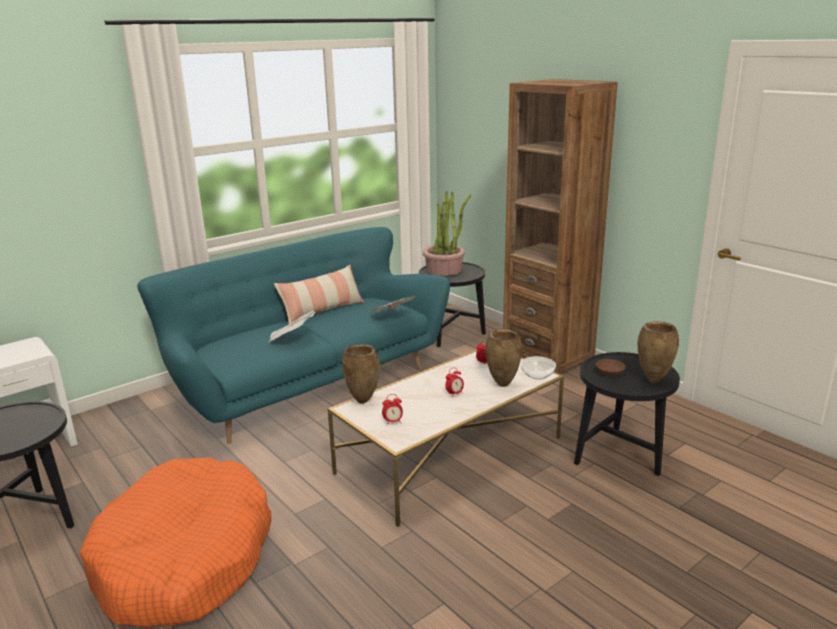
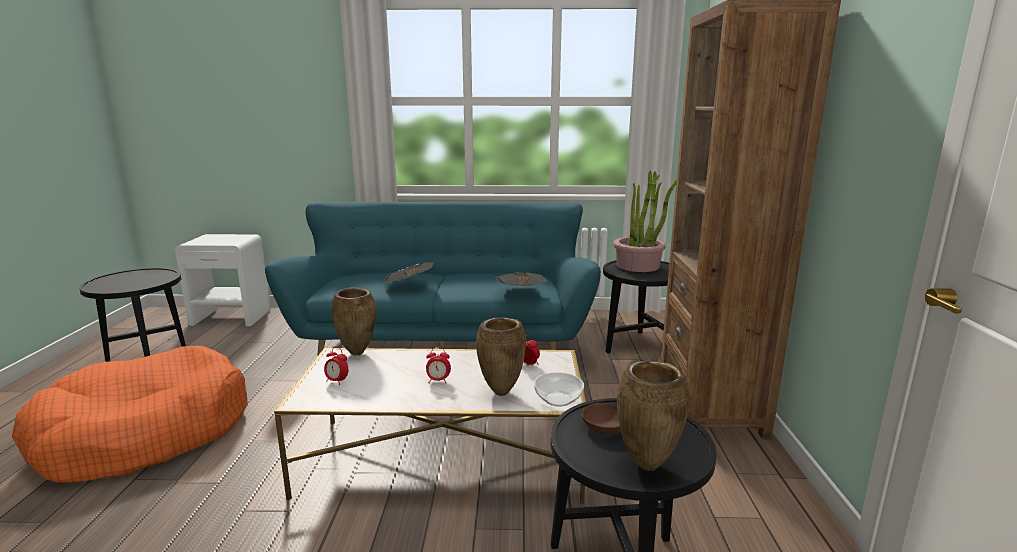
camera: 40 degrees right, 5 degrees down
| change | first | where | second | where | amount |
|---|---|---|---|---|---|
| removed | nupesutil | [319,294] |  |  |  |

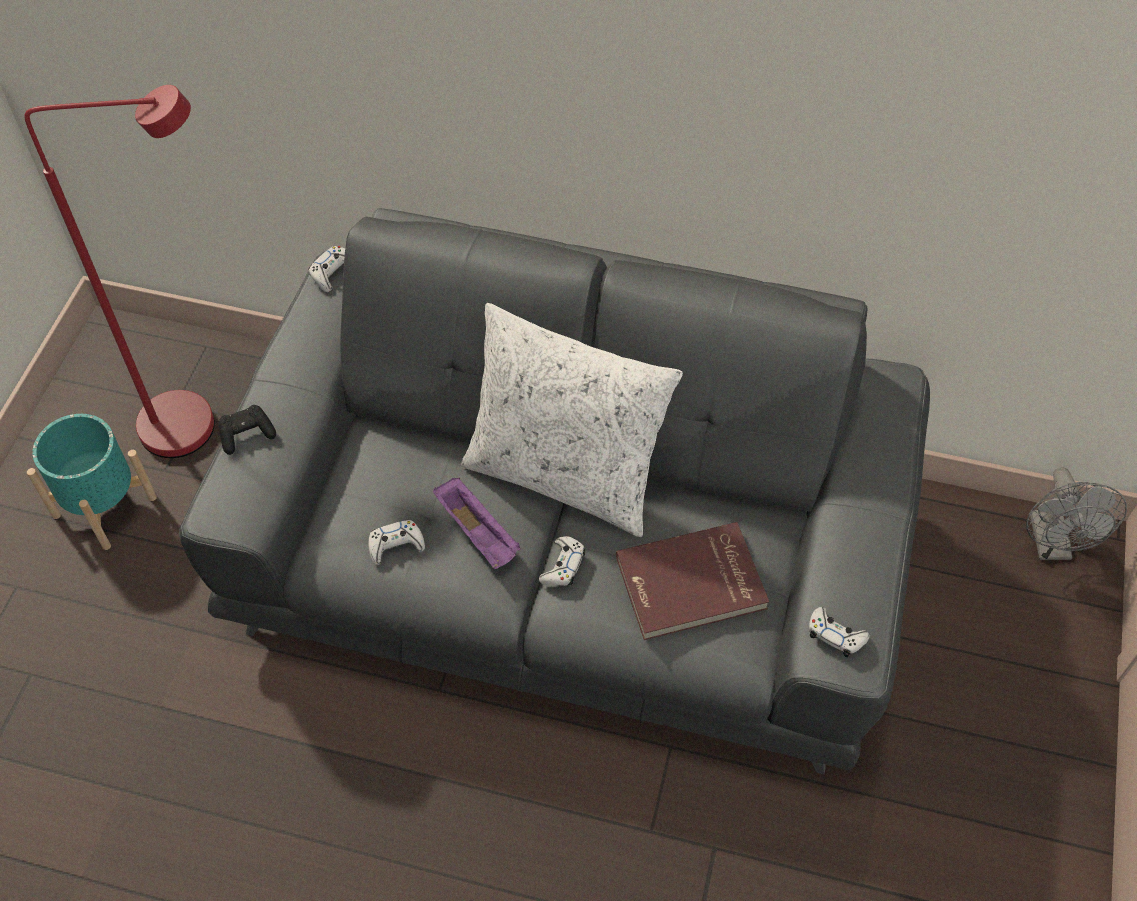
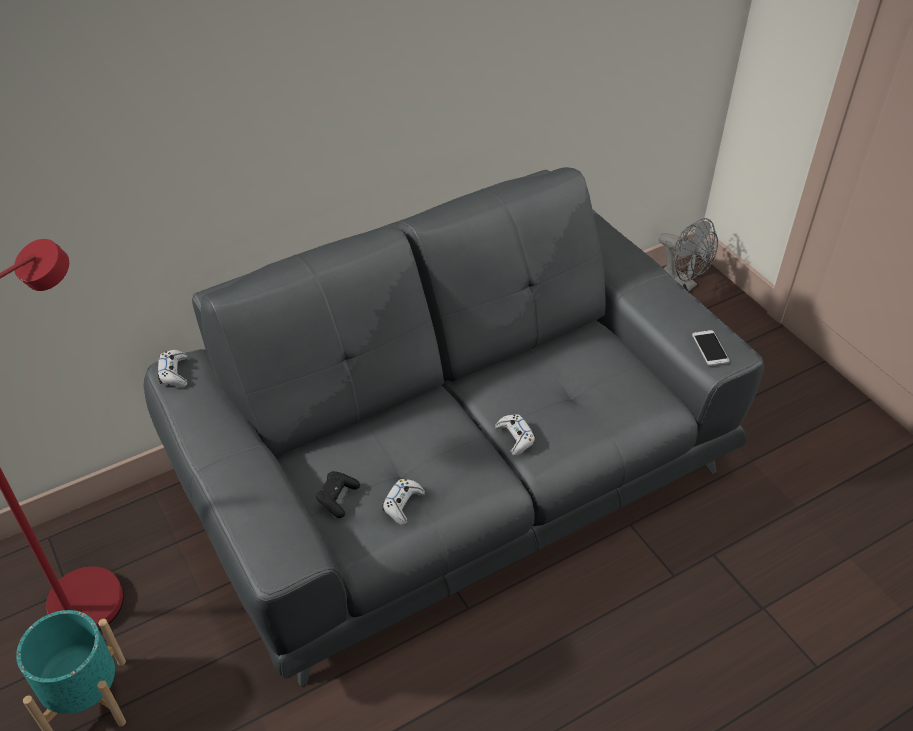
camera: 45 degrees left, 10 degrees down
| change | first | where | second | where | amount |
|---|---|---|---|---|---|
| removed | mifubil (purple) | [476,523] |  |  |  |
| removed | nupesutil (white) | [572,420] |  |  |  |
| removed | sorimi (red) | [692,581] |  |  |  |
| moved | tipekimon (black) | [247,430] |  | [338,494] |  |
| replaced | tipekimon (white) | [839,632] | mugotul | [711,348] |  |

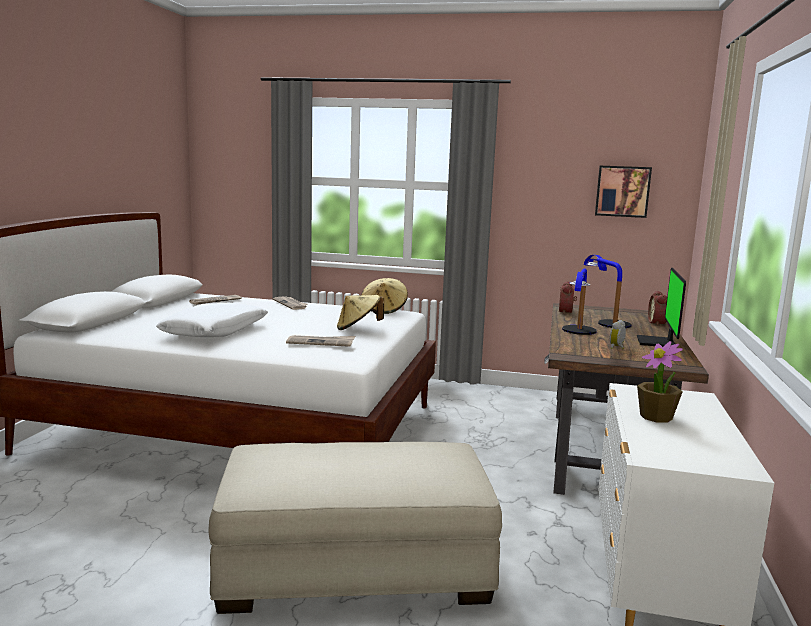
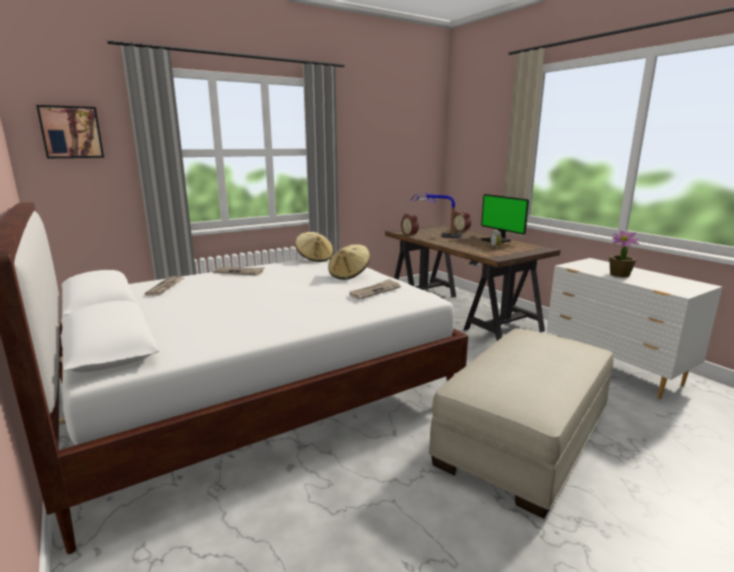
camera: 45 degrees left, 5 degrees up
| change | first | where | second | where | amount |
|---|---|---|---|---|---|
| removed | nupesutil (white) | [212,320] |  |  |  |
| removed | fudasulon | [579,301] |  |  |  |
| moved | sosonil | [623,192] |  | [70,131] |  |

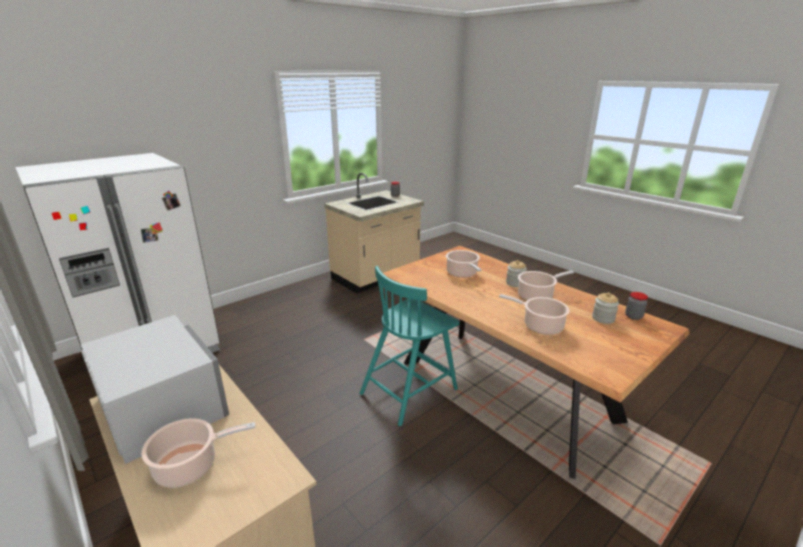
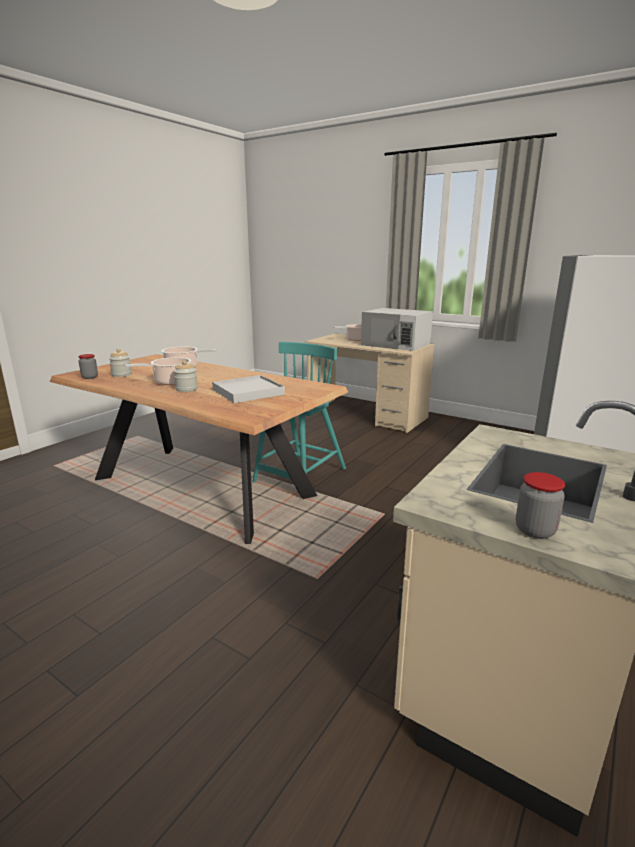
camera: 165 degrees right, 5 degrees down
| change | first | where | second | where | amount |
|---|---|---|---|---|---|
| replaced | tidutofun | [464,264] | mifubil (white) | [248,389] |  |

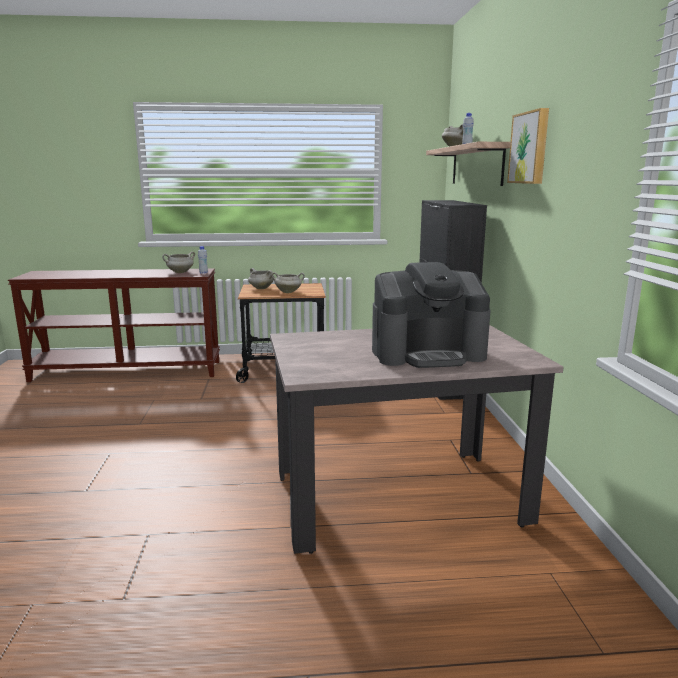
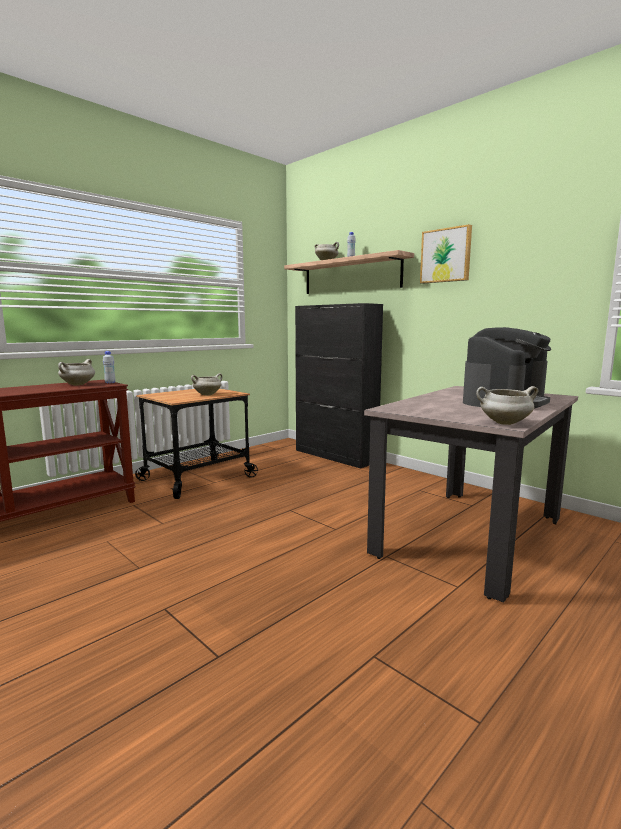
camera: 40 degrees left, 5 degrees down
| change | first | where | second | where | amount |
|---|---|---|---|---|---|
| moved | tidutofun (white) | [261,278] |  | [507,405] |  |

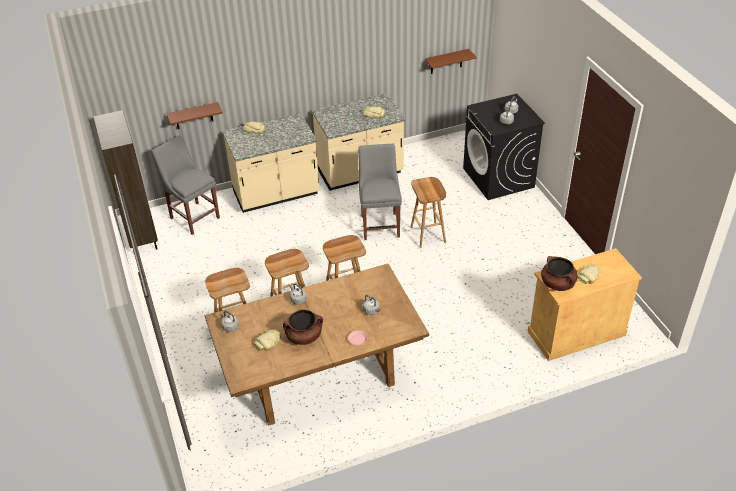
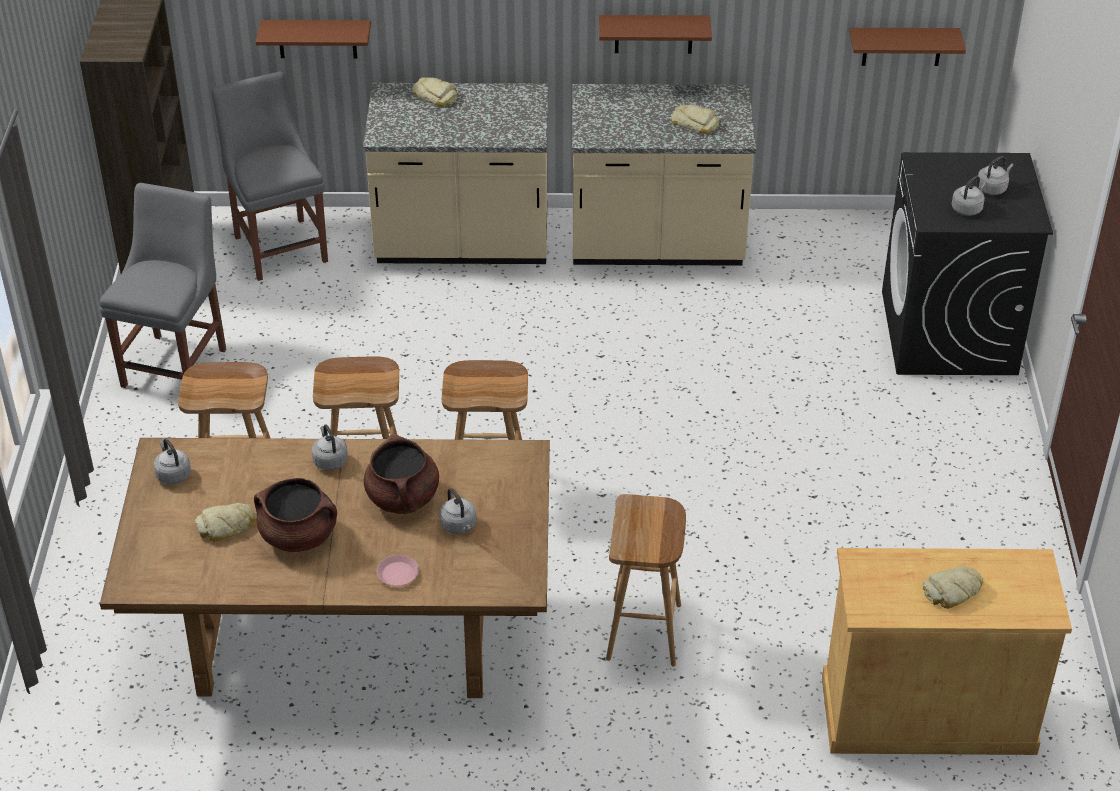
camera: 20 degrees right, 0 degrees up
| change | first | where | second | where | amount |
|---|---|---|---|---|---|
| added |  |  | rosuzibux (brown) | [655,34] |  |
| moved | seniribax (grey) | [380,192] |  | [162,285] |  |
| moved | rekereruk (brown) | [428,212] |  | [646,580] |  |
| moved | tidutofun (brown) | [559,273] |  | [401,474] |  |

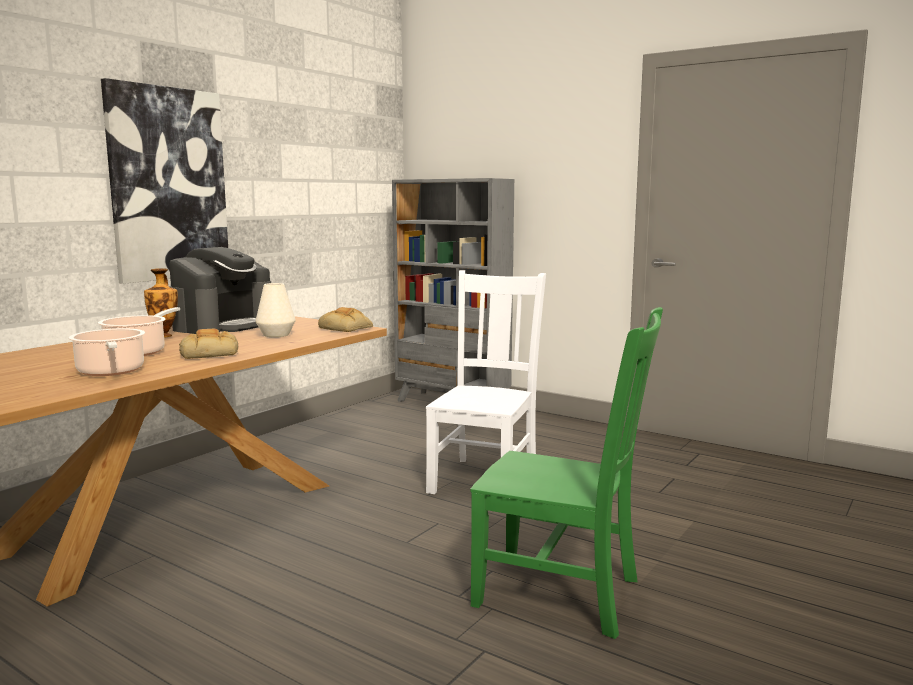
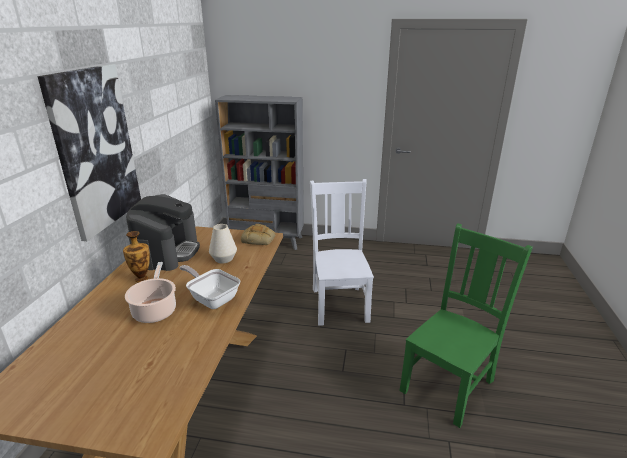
camera: 25 degrees left, 15 degrees up
| change | first | where | second | where | amount |
|---|---|---|---|---|---|
| removed | tidutofun | [107,352] |  |  |  |
| replaced | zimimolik | [209,344] | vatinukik | [210,287] |  |
| turned | seniribax (green) | [566,473] |  | [466,325] | 45 degrees counterclockwise |

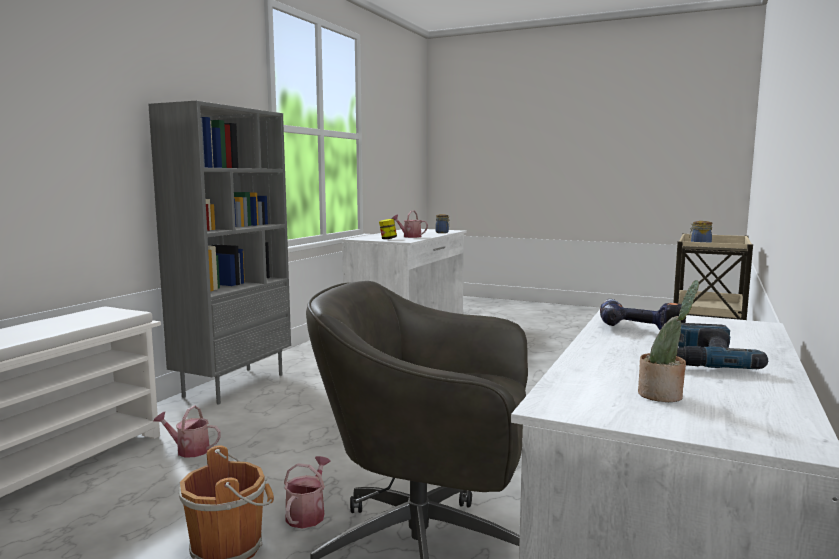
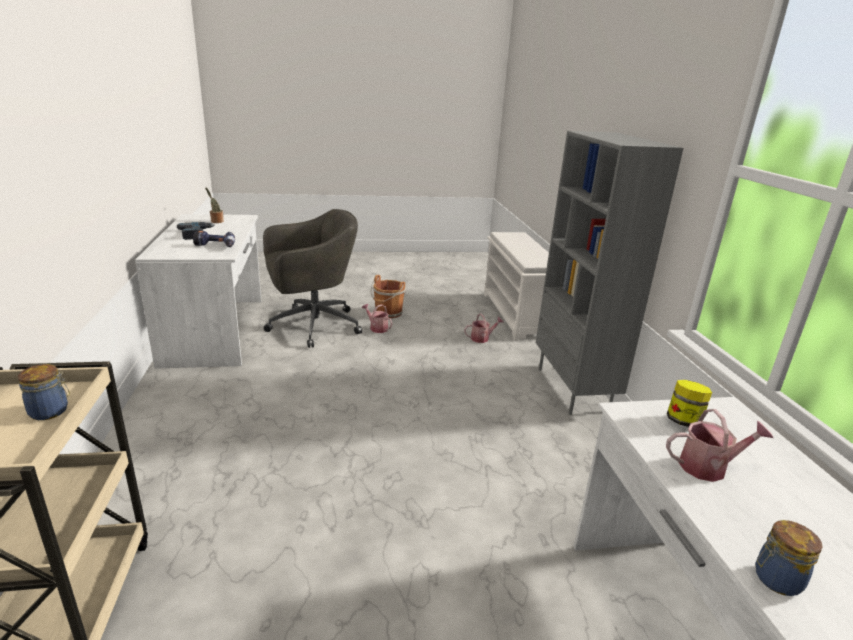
camera: 145 degrees right, 15 degrees up
| change | first | where | second | where | amount |
|---|---|---|---|---|---|
| turned | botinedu | [307,492] |  | [376,318] | 150 degrees clockwise |

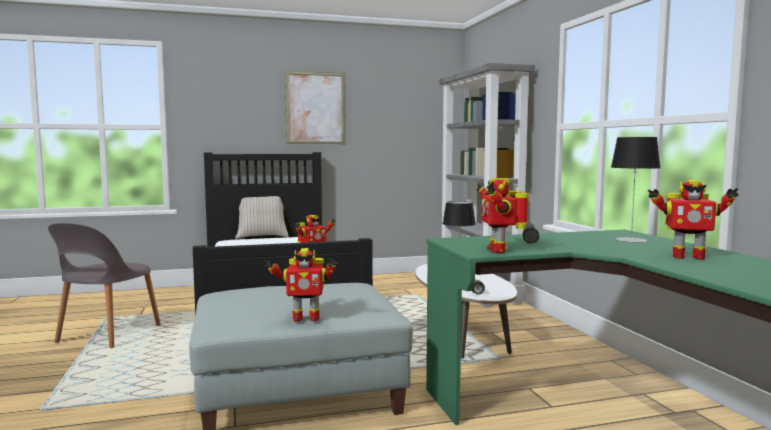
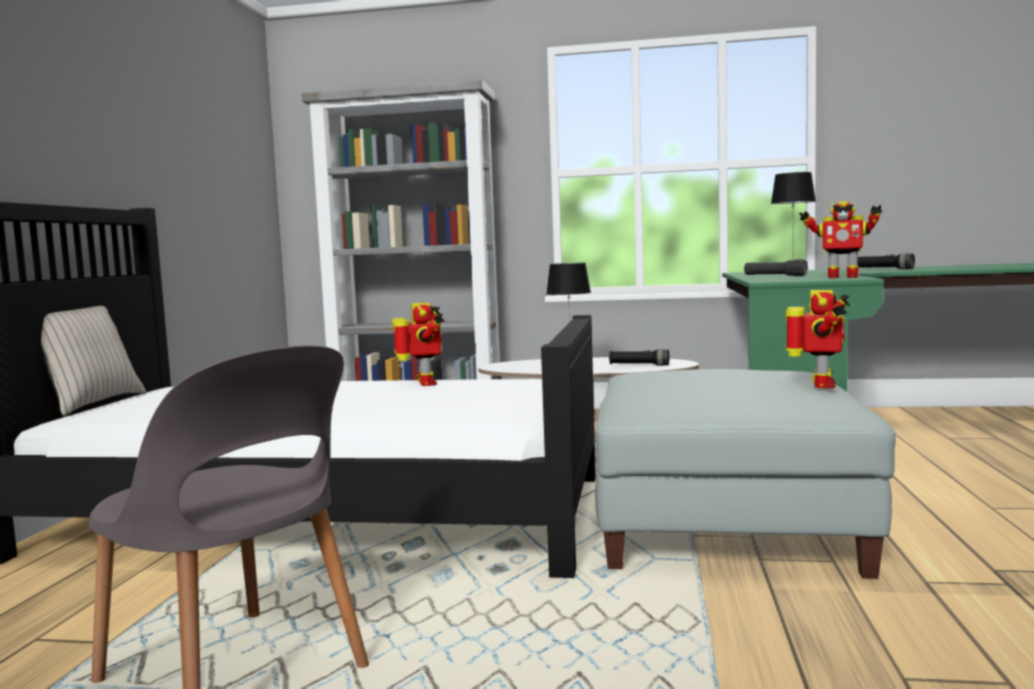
camera: 65 degrees left, 0 degrees up
| change | first | where | second | where | amount |
|---|---|---|---|---|---|
| removed | sosonil | [315,107] |  |  |  |
| replaced | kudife | [693,220] | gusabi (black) | [886,261] |  |

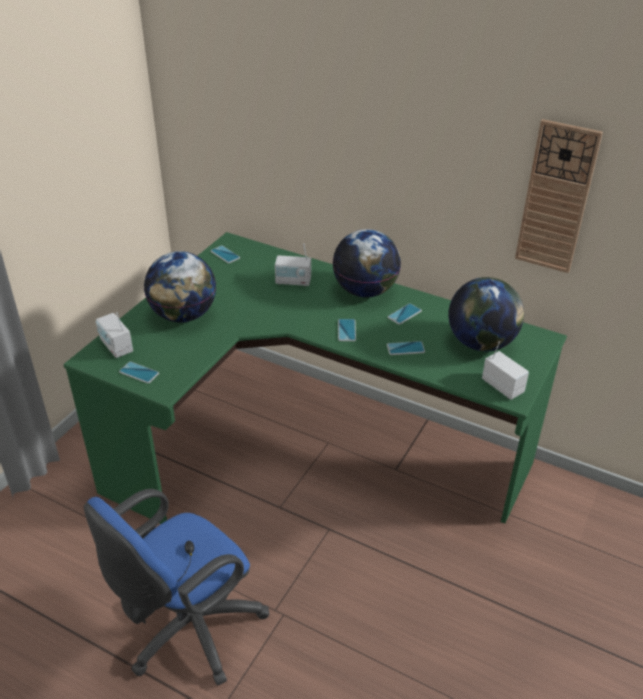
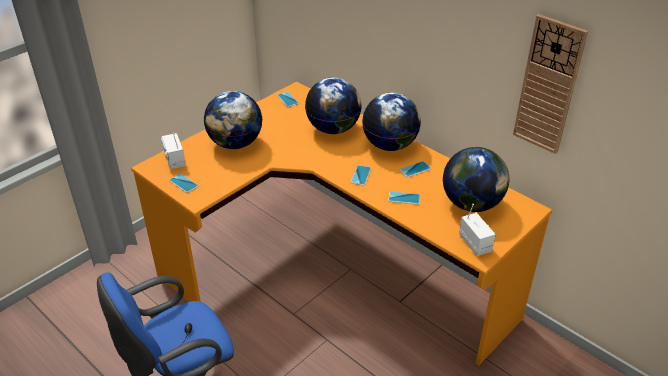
camera: 15 degrees right, 0 degrees up
| change | first | where | second | where | amount |
|---|---|---|---|---|---|
| replaced | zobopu | [293,265] | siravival | [333,106] |  |
| recoloured | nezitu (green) | [315,378] | nezitu (orange) | [341,223] |  |

